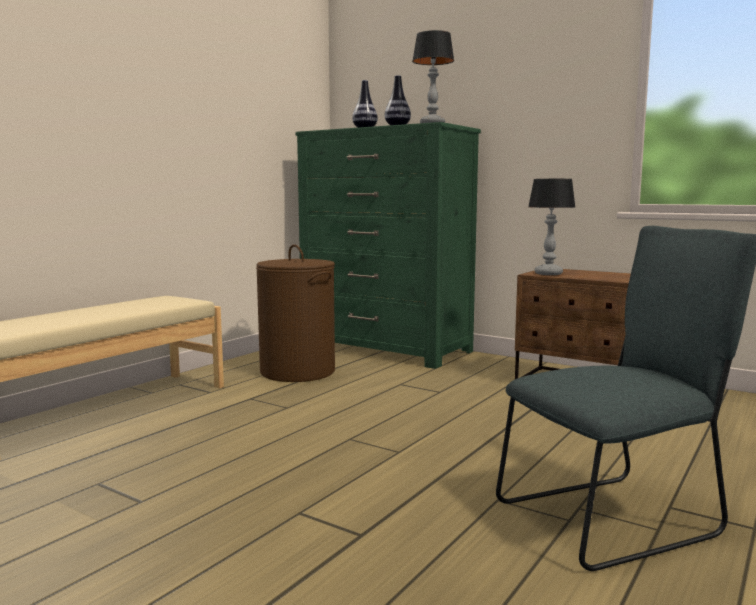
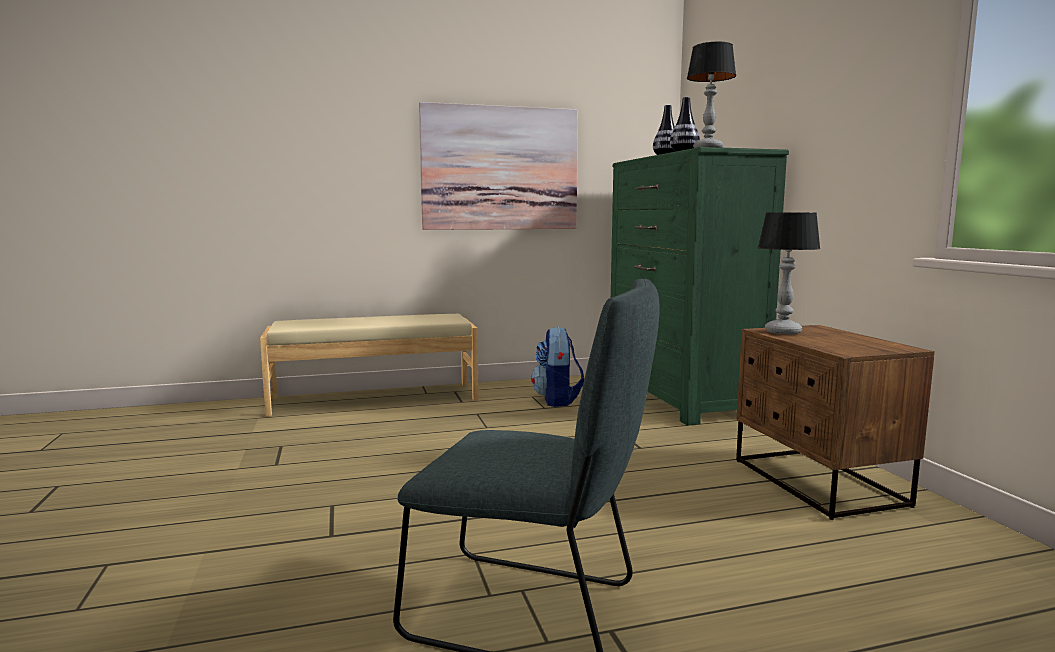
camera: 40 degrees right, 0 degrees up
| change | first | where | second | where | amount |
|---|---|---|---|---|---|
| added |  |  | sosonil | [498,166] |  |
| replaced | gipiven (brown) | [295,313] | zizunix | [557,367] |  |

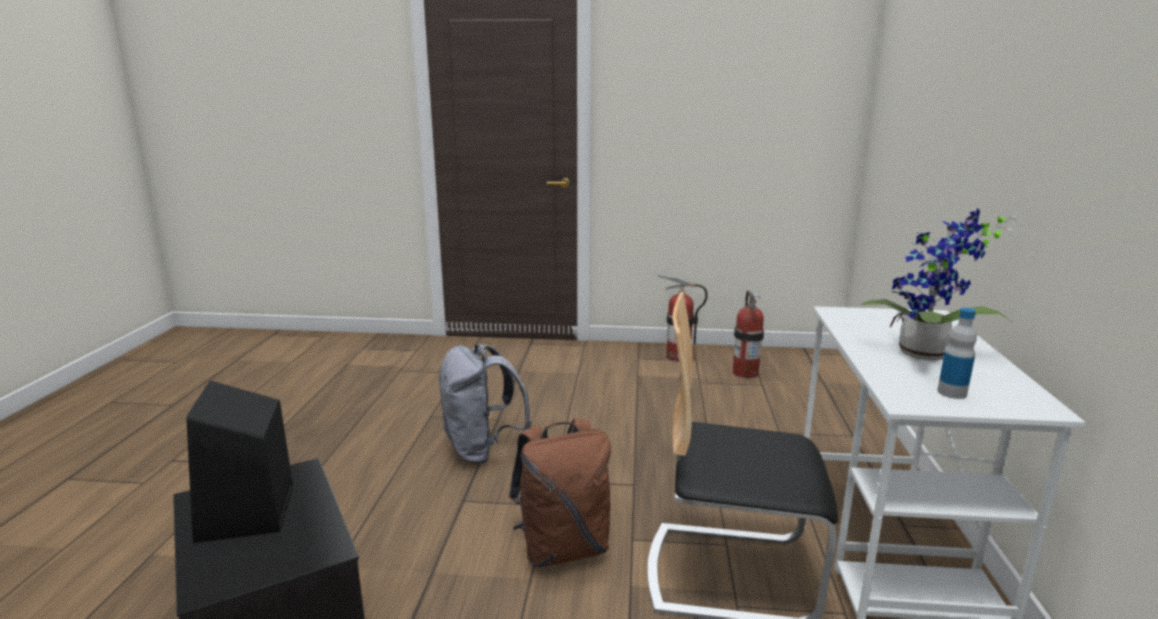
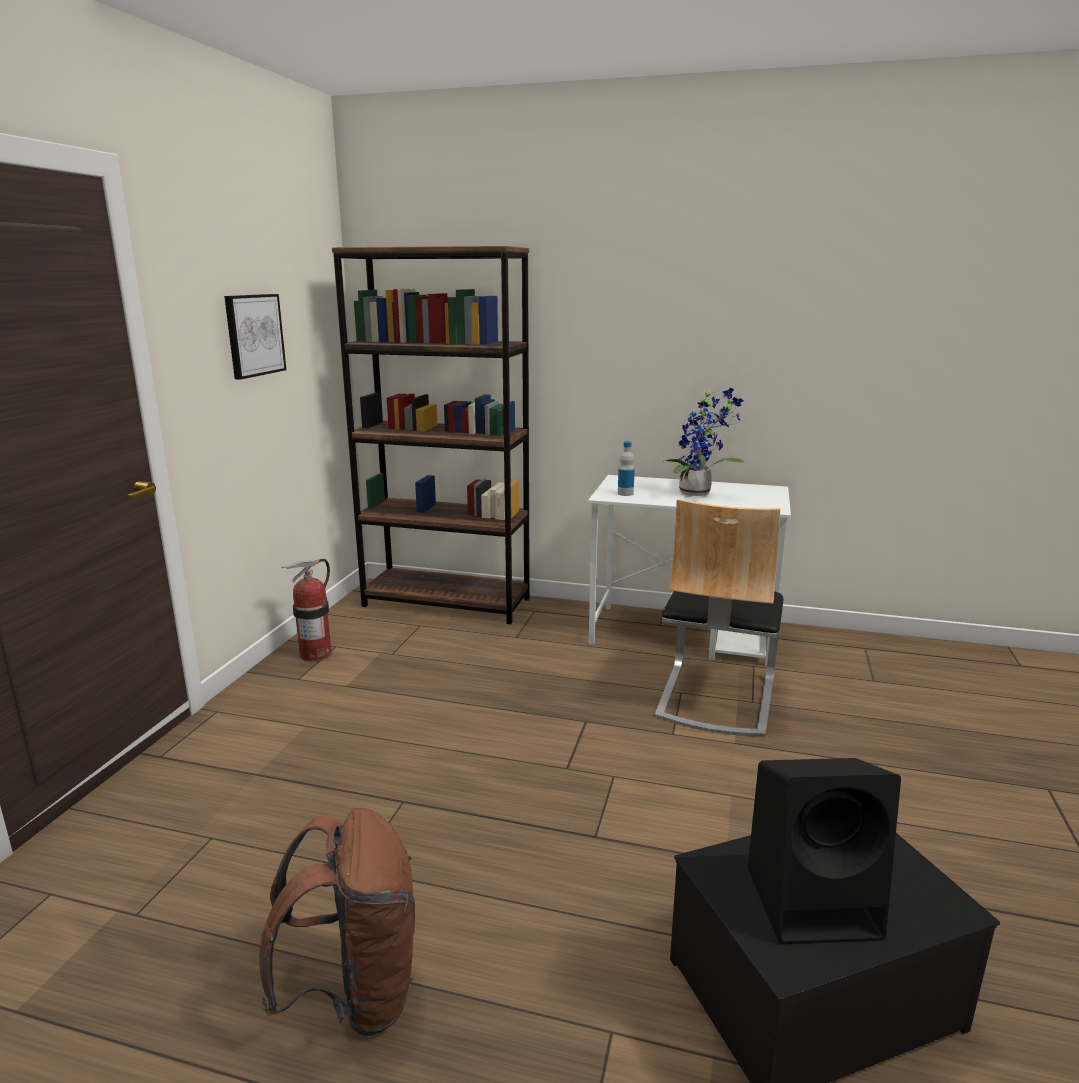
camera: 80 degrees left, 0 degrees up
| change | first | where | second | where | amount |
|---|---|---|---|---|---|
| removed | zizunix (grey) | [485,404] |  |  |  |
| removed | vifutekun | [748,334] |  |  |  |
| added |  |  | sosonil | [255,337] |  |
| added |  |  | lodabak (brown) | [431,435] |  |
| moved | zizunix (brown) | [560,493] |  | [337,922] |  |
| moved | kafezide | [957,353] |  | [626,468] |  |

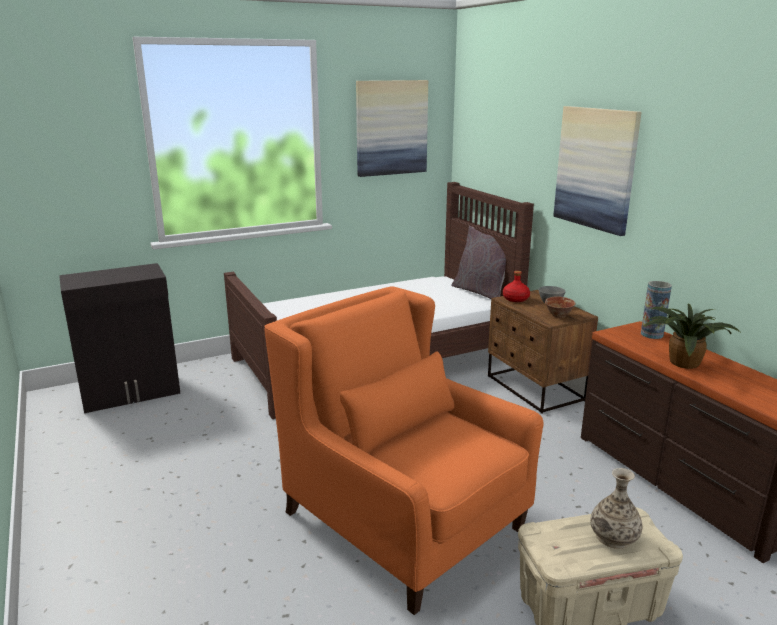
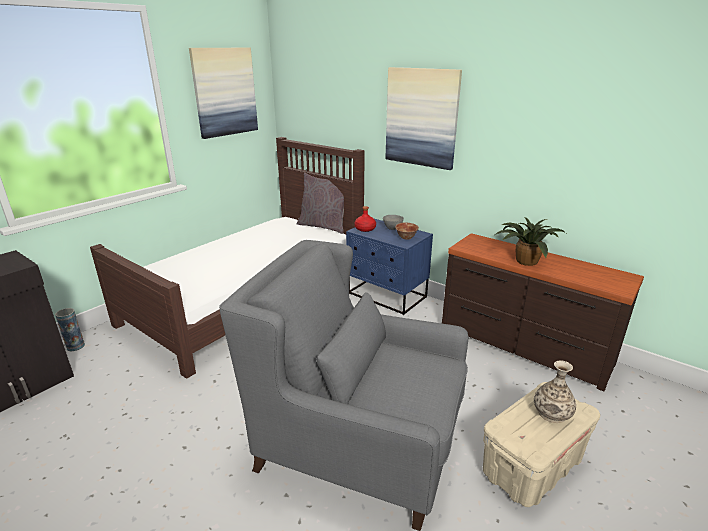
camera: 25 degrees left, 5 degrees up
| change | first | where | second | where | amount |
|---|---|---|---|---|---|
| moved | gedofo | [656,310] |  | [70,329] |  |
| recoloured | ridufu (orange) | [404,450] | ridufu (grey) | [343,385] |  |
| recoloured | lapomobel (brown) | [543,352] | lapomobel (blue) | [389,267] |  |

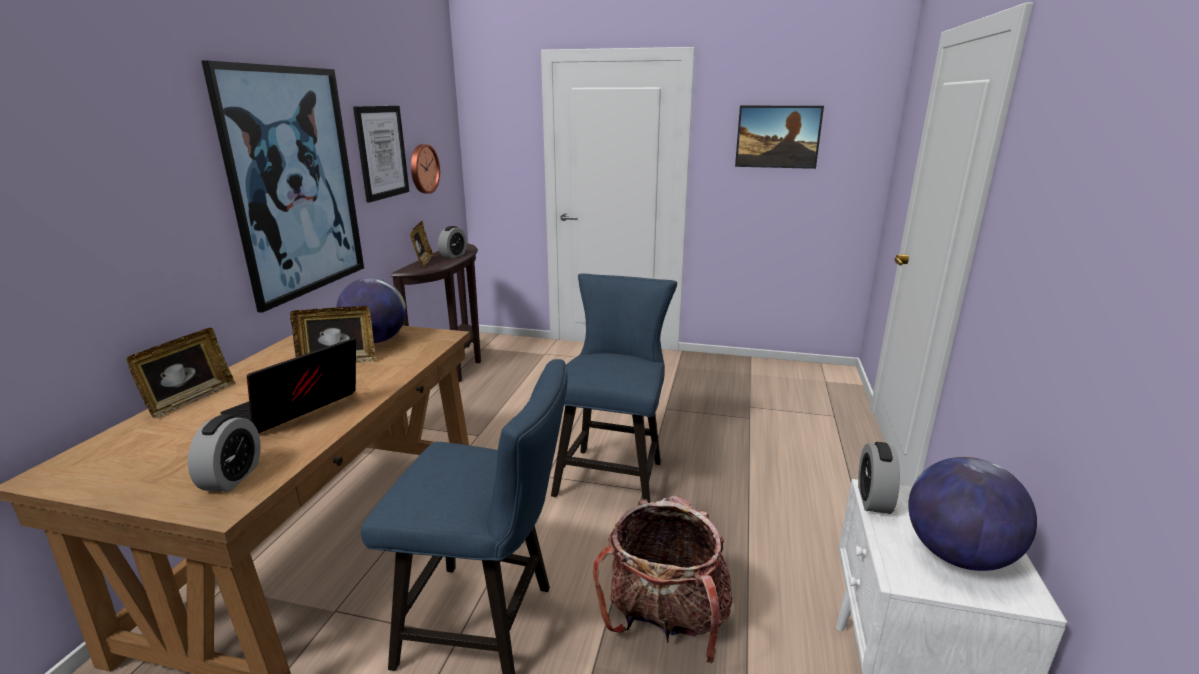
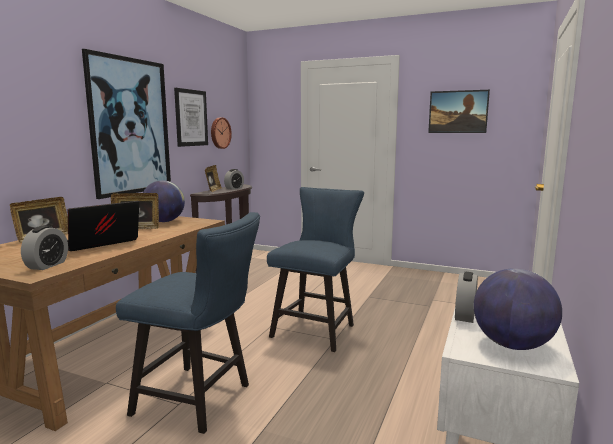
camera: 10 degrees right, 10 degrees down
| change | first | where | second | where | amount |
|---|---|---|---|---|---|
| removed | zizunix | [662,579] |  |  |  |

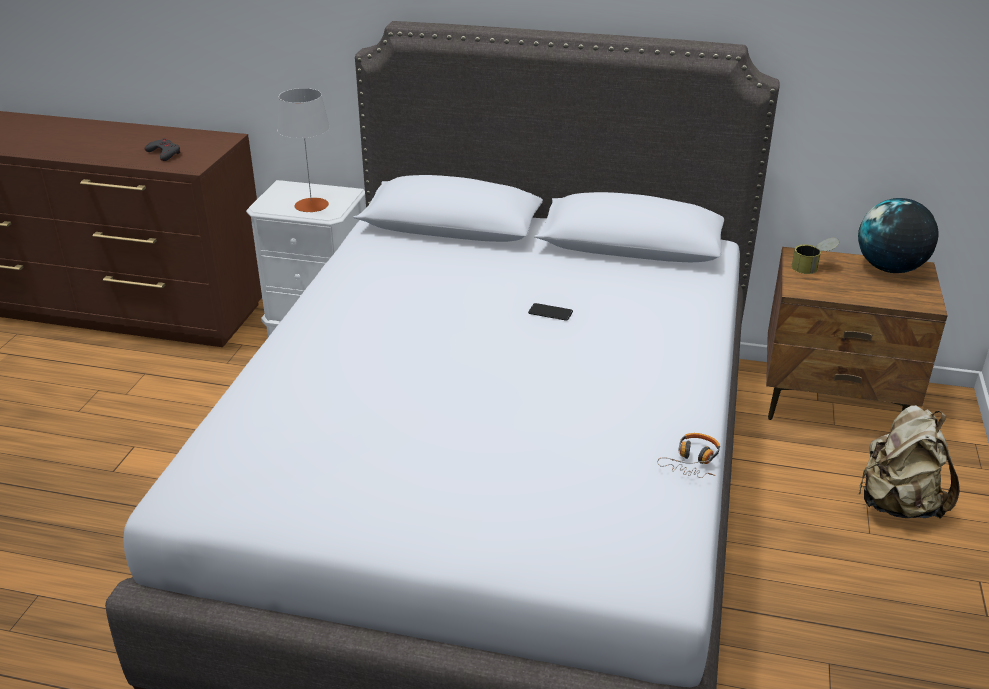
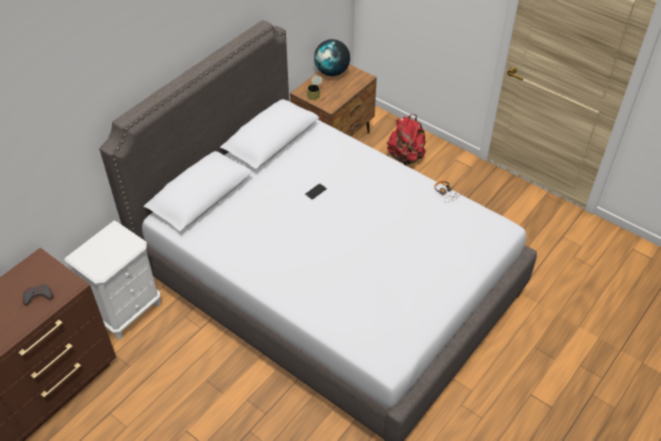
camera: 65 degrees left, 15 degrees up
| change | first | where | second | where | amount |
|---|---|---|---|---|---|
| removed | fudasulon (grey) | [303,150] |  |  |  |
| recoloured | zizunix (beige) | [909,462] | zizunix (red) | [406,140] |  |

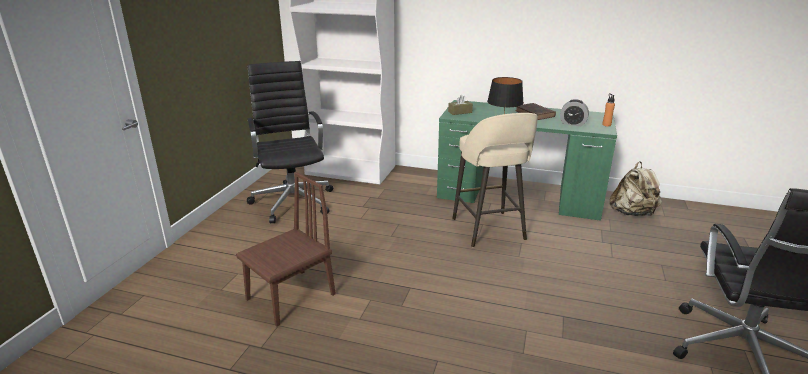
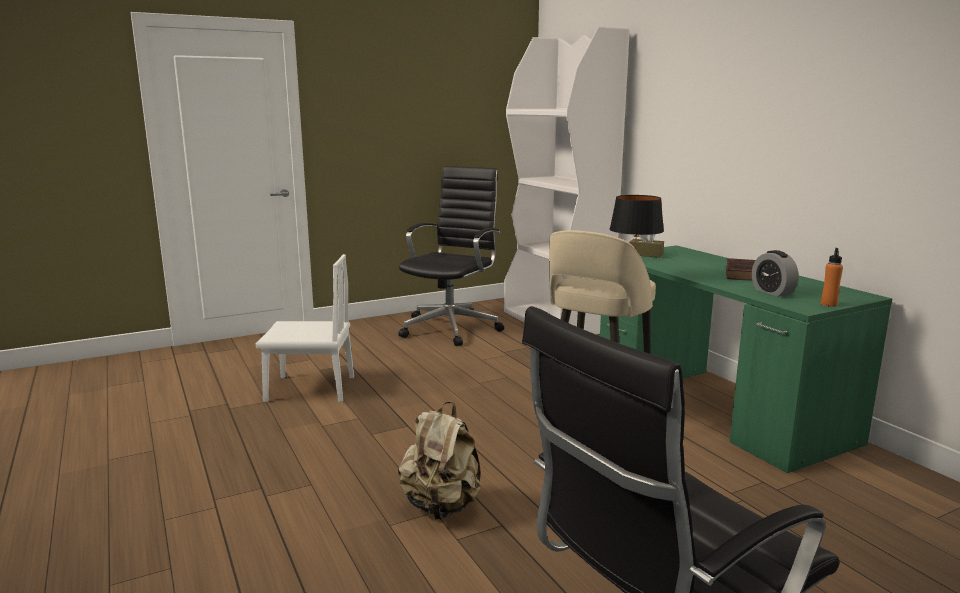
camera: 45 degrees right, 10 degrees down
| change | first | where | second | where | amount |
|---|---|---|---|---|---|
| moved | zizunix (beige) | [635,189] |  | [439,460] |  |
| recoloured | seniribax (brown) | [286,249] | seniribax (white) | [305,328] |  |

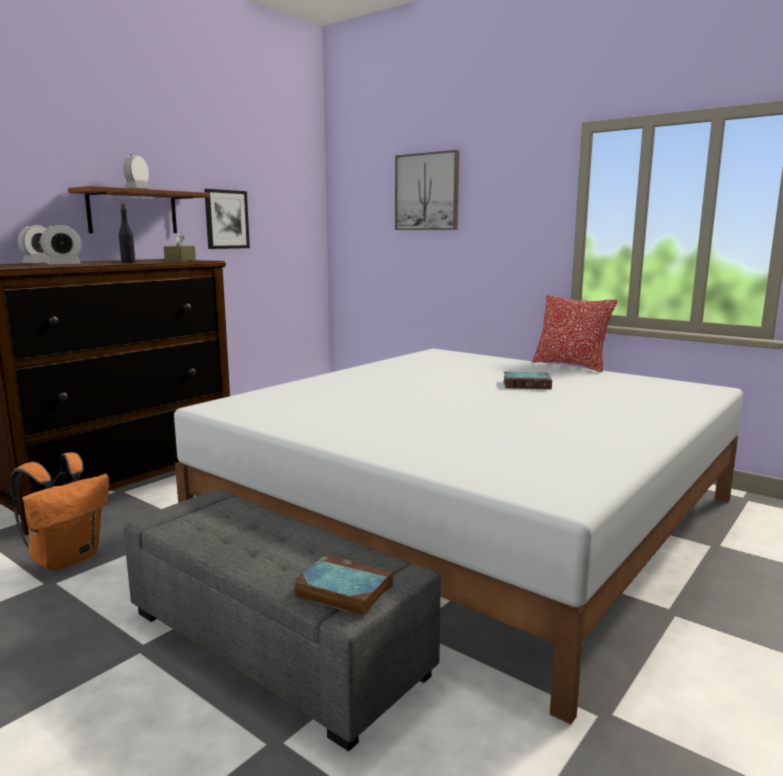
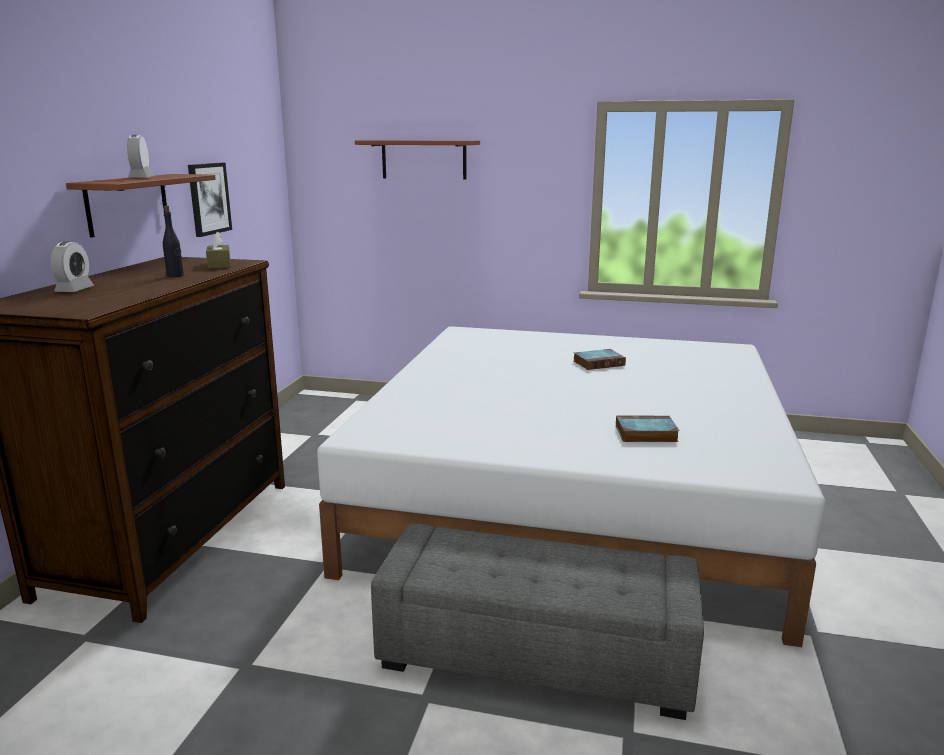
camera: 25 degrees left, 5 degrees up
| change | first | where | second | where | amount |
|---|---|---|---|---|---|
| removed | zizunix (orange) | [59,511] |  |  |  |
| removed | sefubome | [61,244] |  |  |  |
| removed | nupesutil | [575,333] |  |  |  |
| moved | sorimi | [343,585] |  | [648,429] |  |
| replaced | sosonil | [427,190] | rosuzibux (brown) | [417,160] |  |

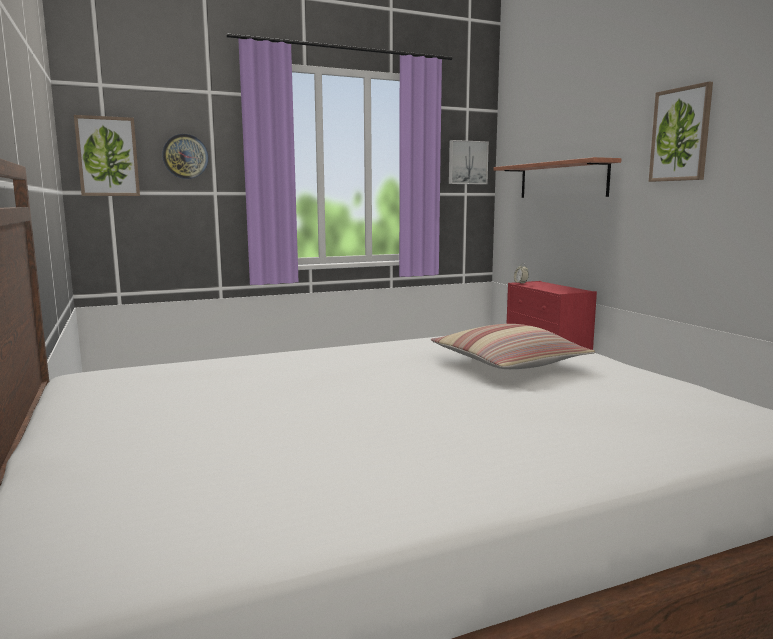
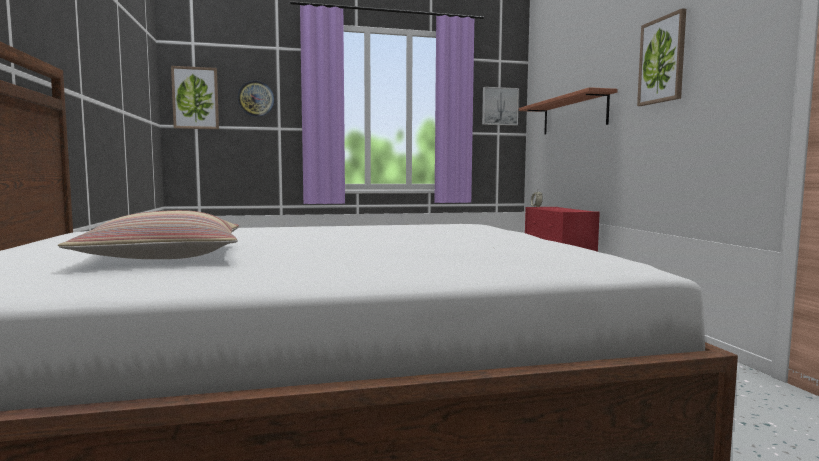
camera: 10 degrees right, 5 degrees down
| change | first | where | second | where | amount |
|---|---|---|---|---|---|
| moved | nupesutil | [513,346] |  | [148,234] |  |

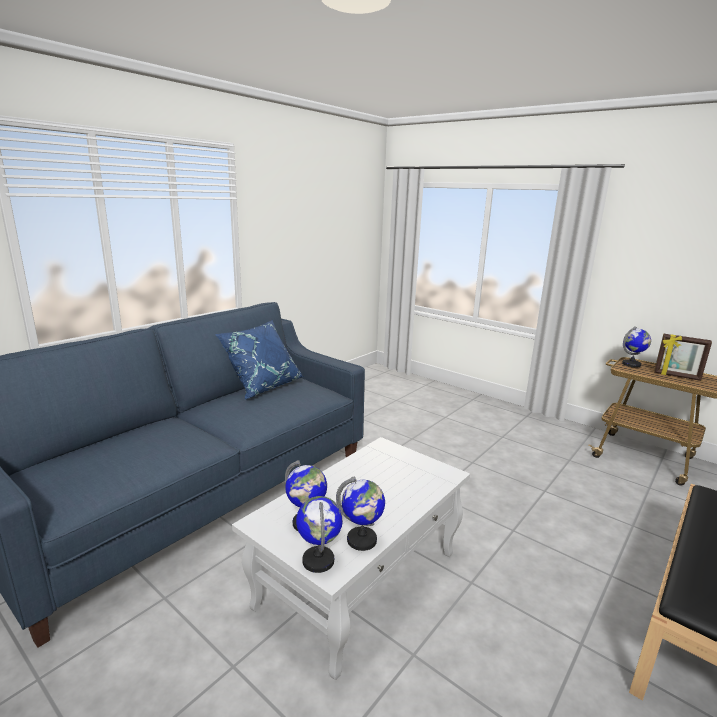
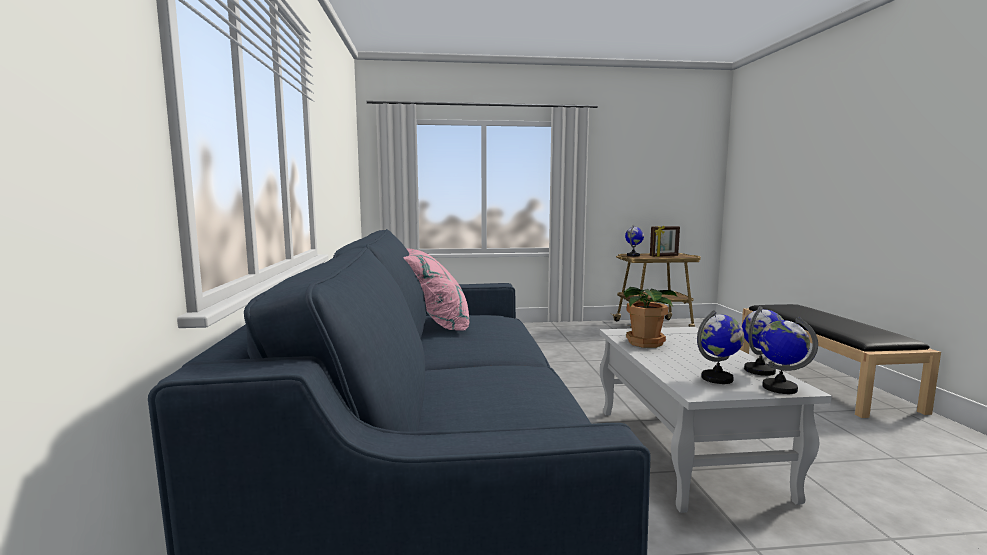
camera: 45 degrees left, 10 degrees down
| change | first | where | second | where | amount |
|---|---|---|---|---|---|
| added |  |  | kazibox | [650,317] |  |
| recoloured | nupesutil (blue) | [259,360] | nupesutil (pink) | [436,289] |  |

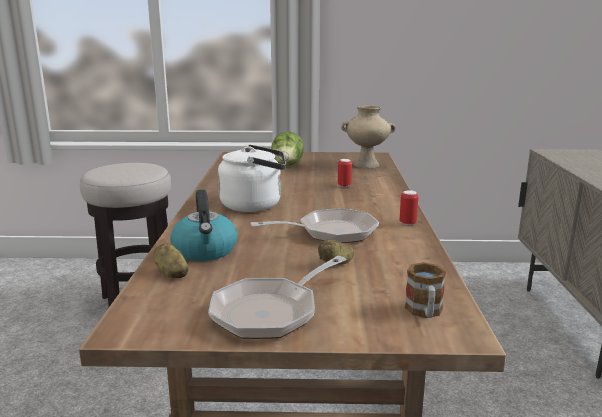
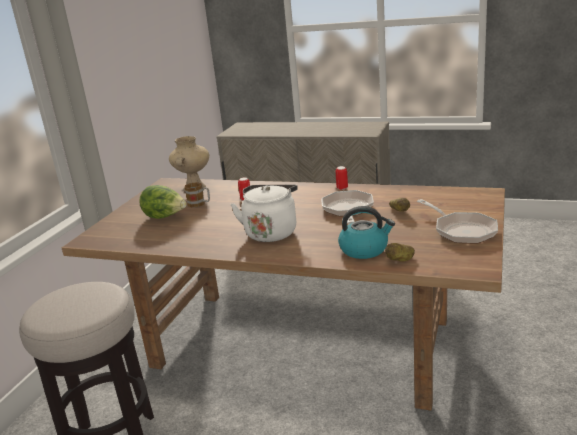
camera: 70 degrees left, 5 degrees up
| change | first | where | second | where | amount |
|---|---|---|---|---|---|
| moved | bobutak | [425,290] |  | [197,194] |  |

